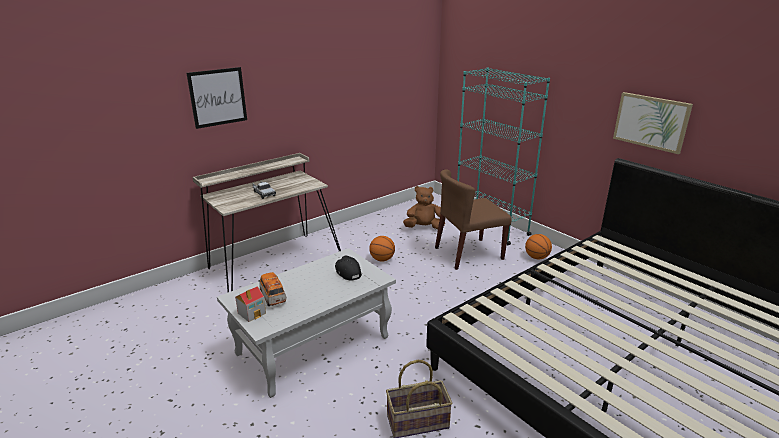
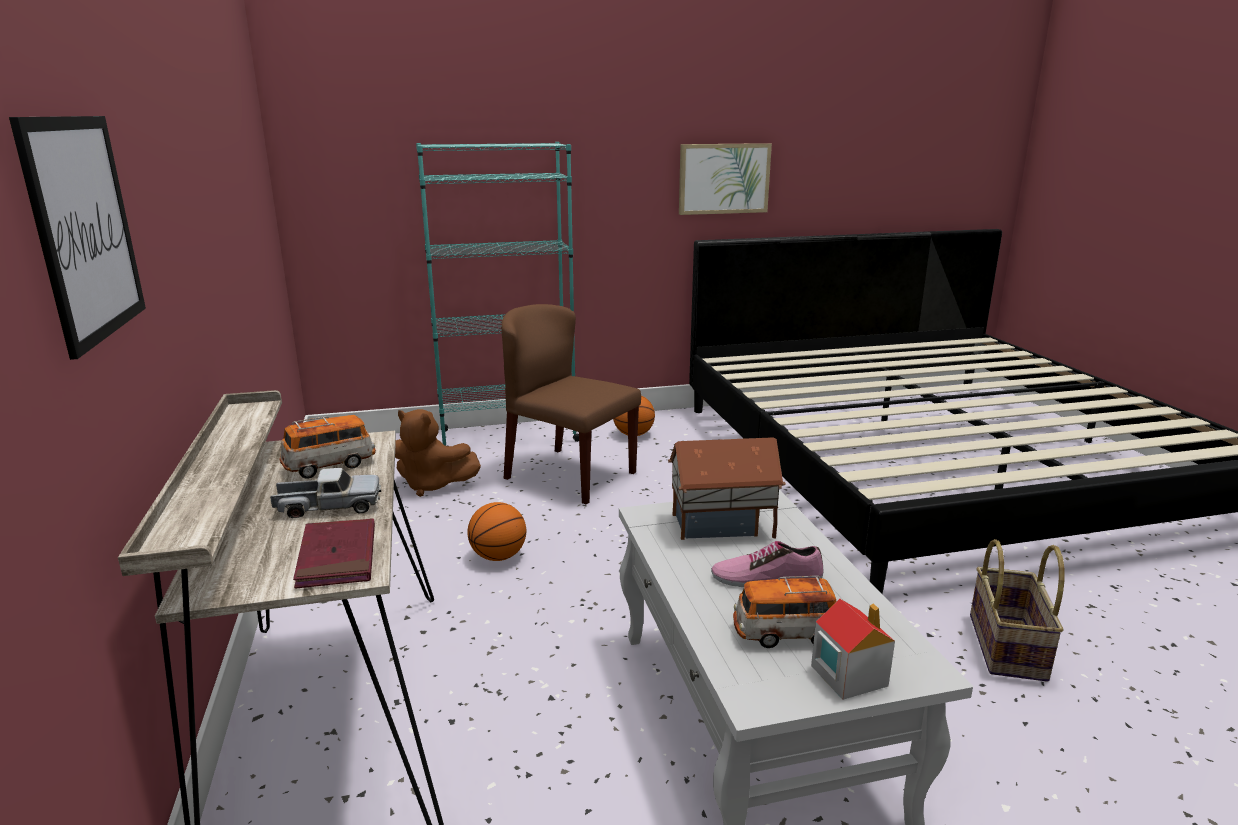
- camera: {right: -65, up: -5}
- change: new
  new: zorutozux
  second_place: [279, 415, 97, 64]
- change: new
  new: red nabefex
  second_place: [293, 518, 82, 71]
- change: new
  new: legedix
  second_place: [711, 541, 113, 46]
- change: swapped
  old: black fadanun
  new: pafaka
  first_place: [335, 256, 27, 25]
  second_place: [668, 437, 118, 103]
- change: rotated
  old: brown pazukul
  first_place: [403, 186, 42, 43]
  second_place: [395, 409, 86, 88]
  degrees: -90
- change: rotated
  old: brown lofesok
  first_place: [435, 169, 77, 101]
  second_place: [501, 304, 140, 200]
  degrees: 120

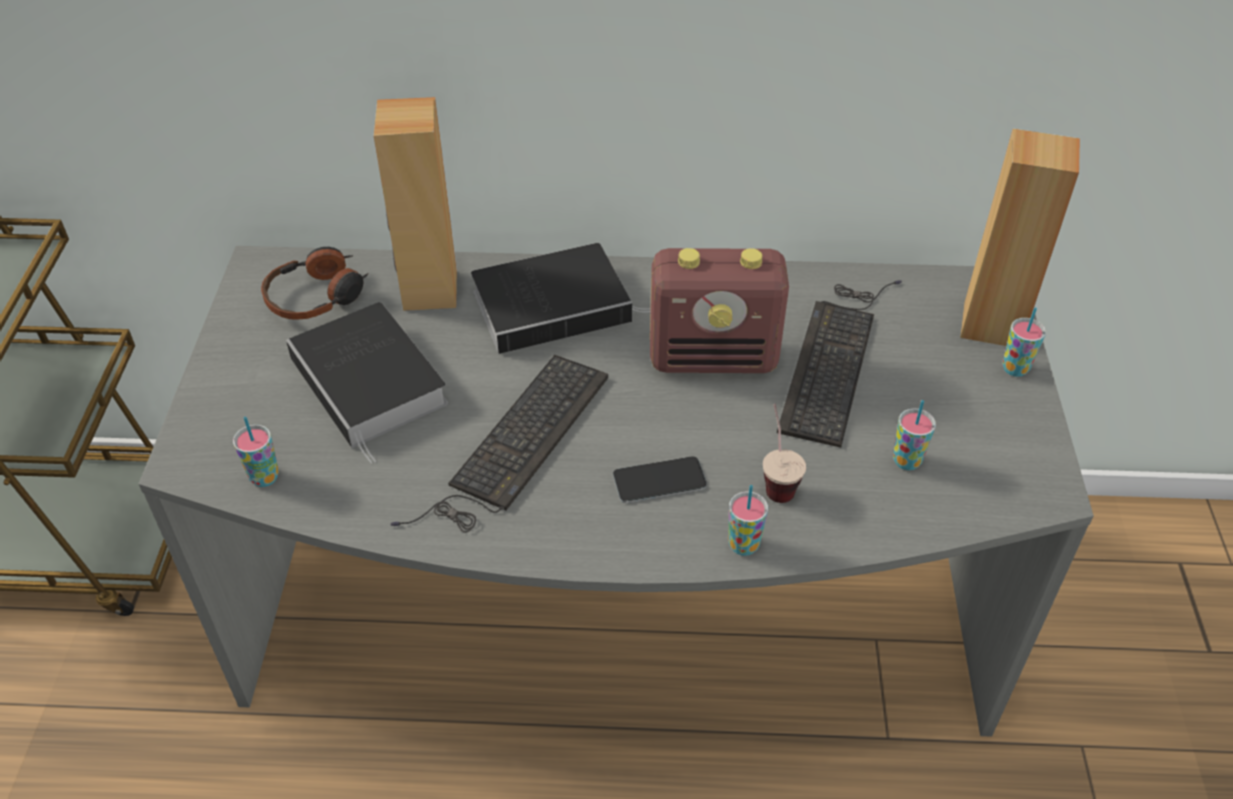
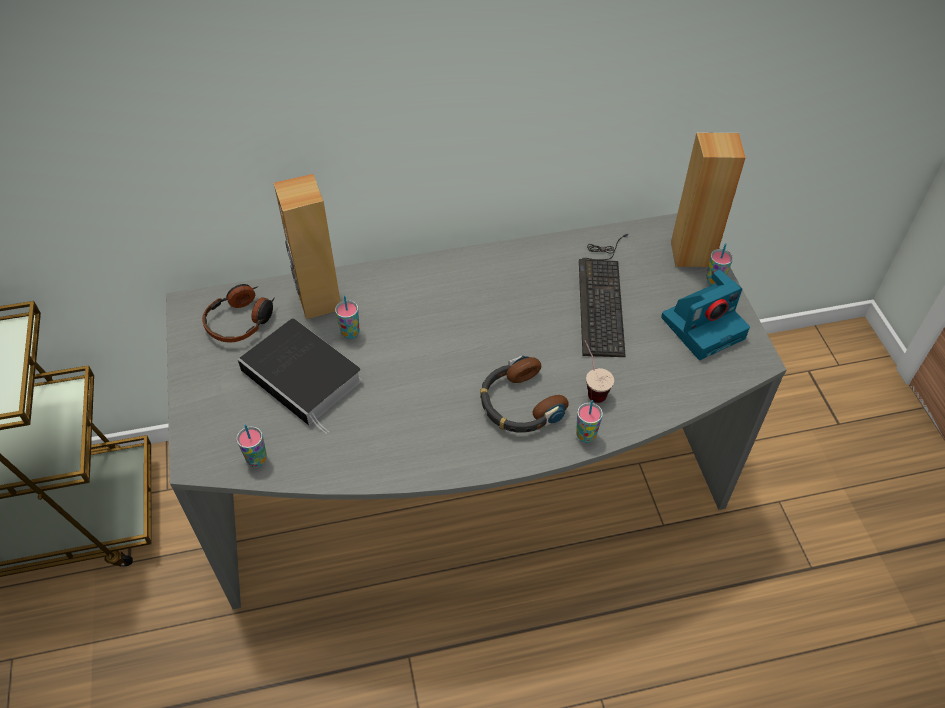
- camera: {right: -15, up: 5}
- change: gone
  old: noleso
  first_place: [391, 355, 217, 178]
- change: gone
  old: nabefex
  first_place: [471, 243, 180, 111]
- change: gone
  old: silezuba
  first_place: [650, 248, 139, 125]
- change: new
  new: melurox
  second_place: [661, 270, 89, 90]
- change: shifted
  old: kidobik
  first_place: [893, 400, 43, 70]
  second_place: [335, 295, 25, 44]
- change: swapped
  old: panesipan
  new: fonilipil
  first_place: [613, 456, 94, 47]
  second_place: [480, 355, 89, 78]

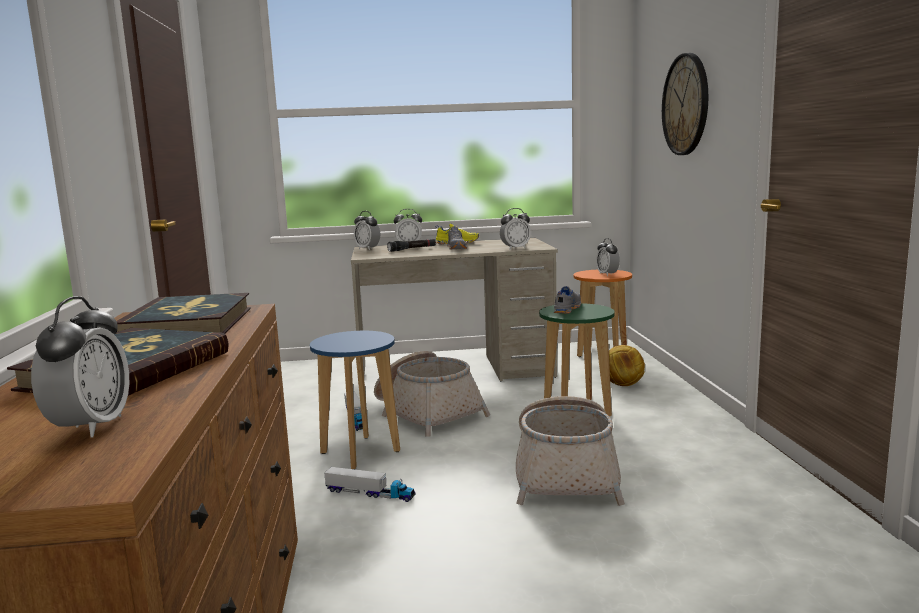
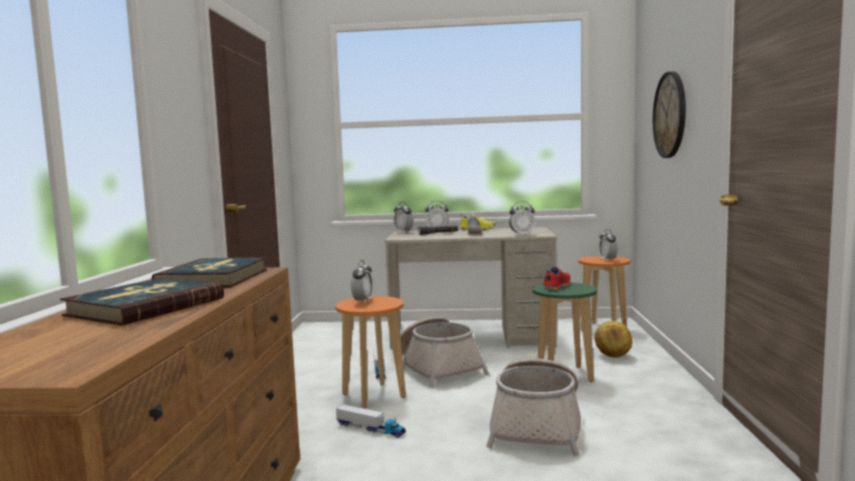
- camera: {right: 10, up: -5}
- change: shifted
  old: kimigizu
  first_place: [31, 296, 98, 142]
  second_place: [351, 260, 22, 44]
- change: repainted
  old: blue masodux
  new: orange masodux
  first_place: [310, 331, 90, 138]
  second_place: [335, 296, 71, 113]
- change: repainted
  old: grey legedix
  new: red legedix
  first_place: [554, 286, 27, 28]
  second_place: [543, 267, 28, 23]

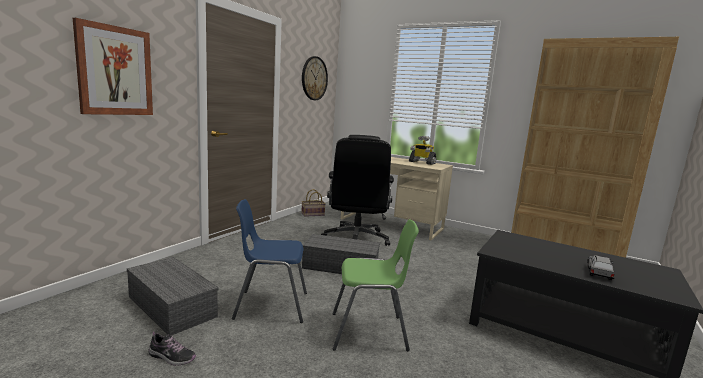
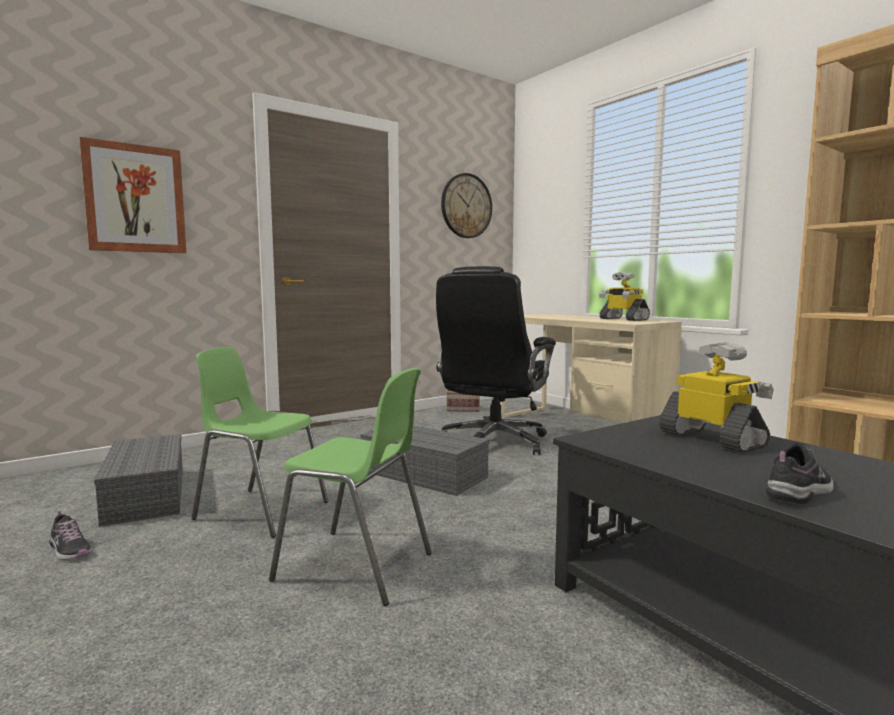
- camera: {right: 25, up: -5}
- change: new
  new: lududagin
  second_place: [659, 342, 115, 111]
- change: swapped
  old: grey zorutozux
  new: legedix
  first_place: [587, 256, 28, 24]
  second_place: [766, 442, 67, 62]
- change: repainted
  old: blue lofesok
  new: green lofesok
  first_place: [232, 199, 75, 124]
  second_place: [191, 347, 138, 191]

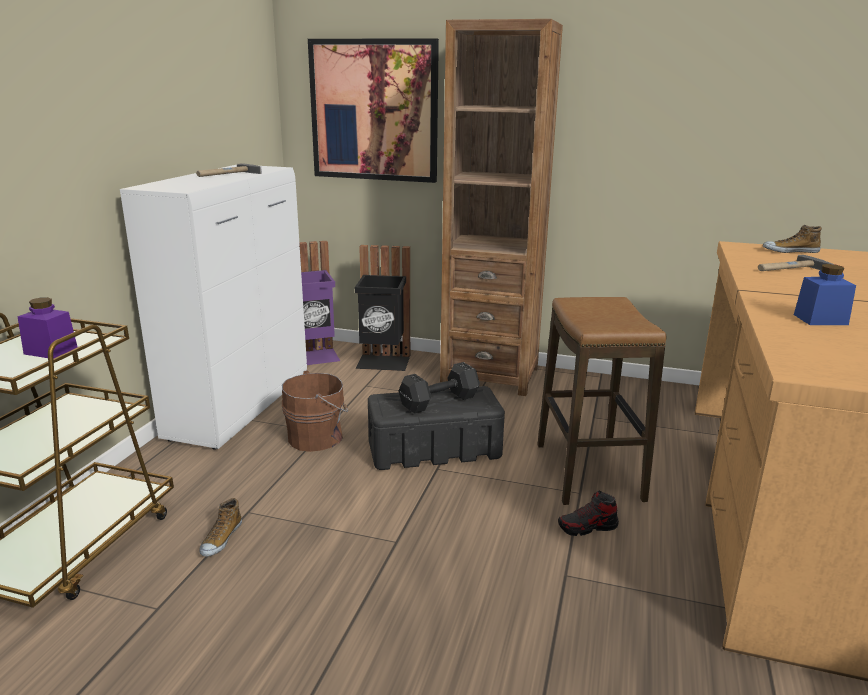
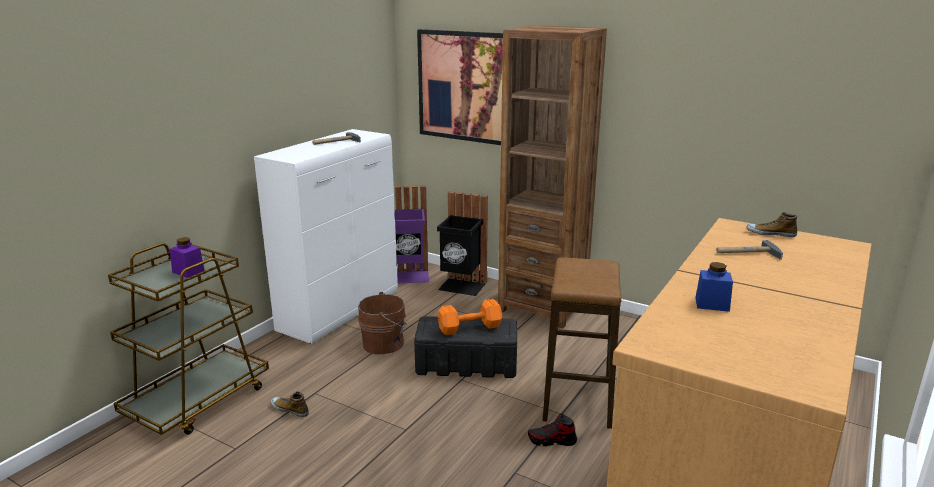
- camera: {right: 15, up: 0}
- change: repainted
  old: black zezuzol
  new: orange zezuzol
  first_place: [398, 362, 82, 51]
  second_place: [438, 299, 64, 36]
- change: rotated
  old: legedix
  first_place: [199, 498, 43, 58]
  second_place: [271, 391, 38, 26]
  degrees: 90

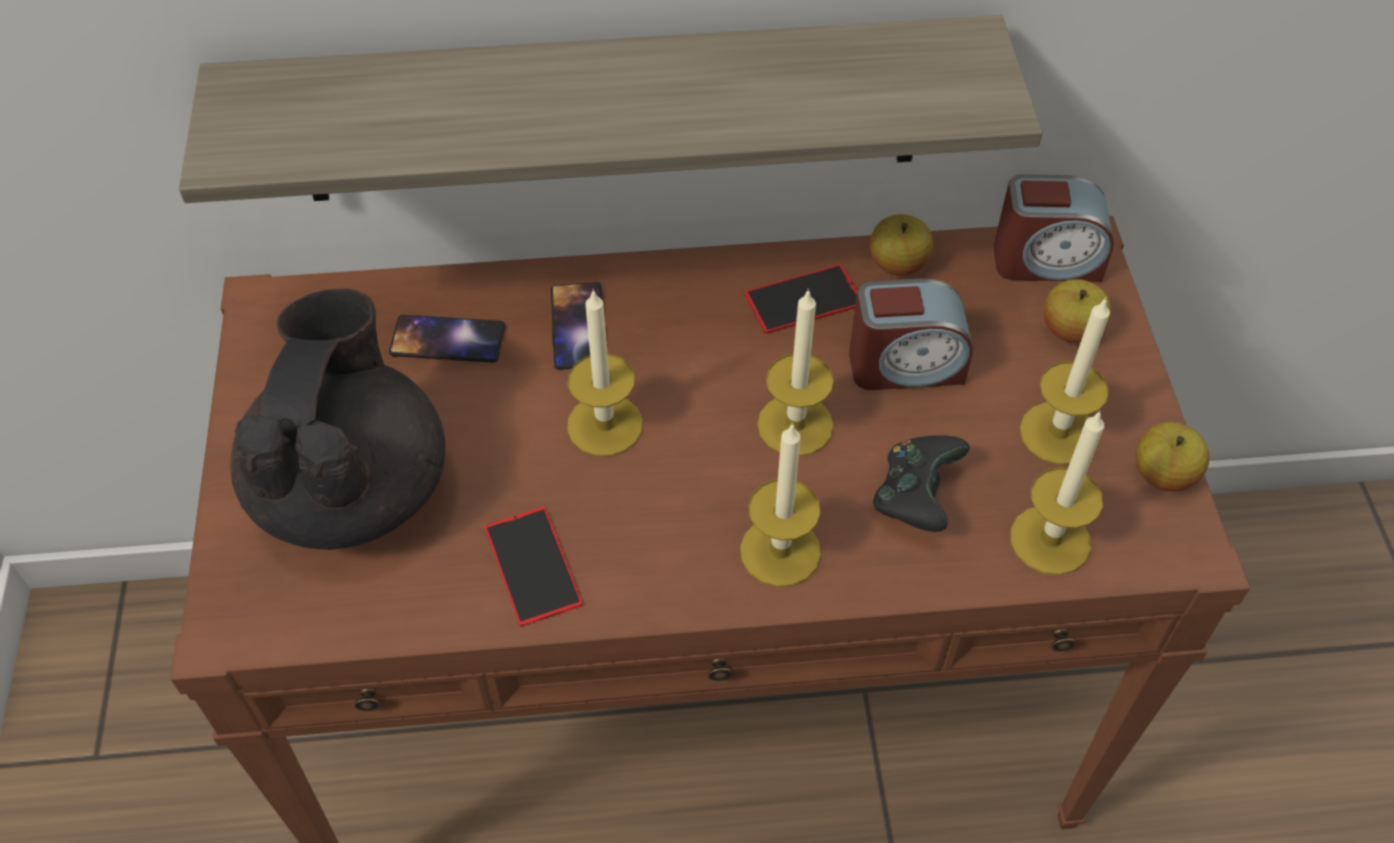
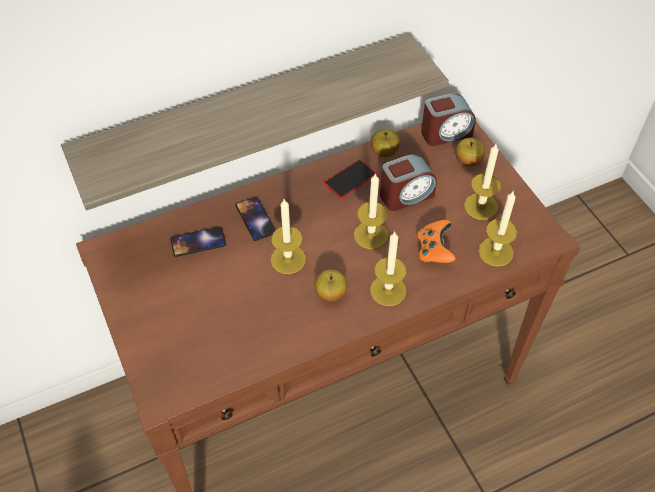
- camera: {right: -20, up: 0}
- change: gone
  old: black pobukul
  first_place: [230, 288, 215, 262]
- change: gone
  old: panesipan
  first_place: [485, 506, 98, 121]
- change: shifted
  old: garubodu
  first_place: [1135, 422, 75, 69]
  second_place: [314, 269, 34, 33]
- change: repainted
  old: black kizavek
  new: orange kizavek
  first_place: [873, 435, 97, 97]
  second_place: [417, 220, 39, 43]

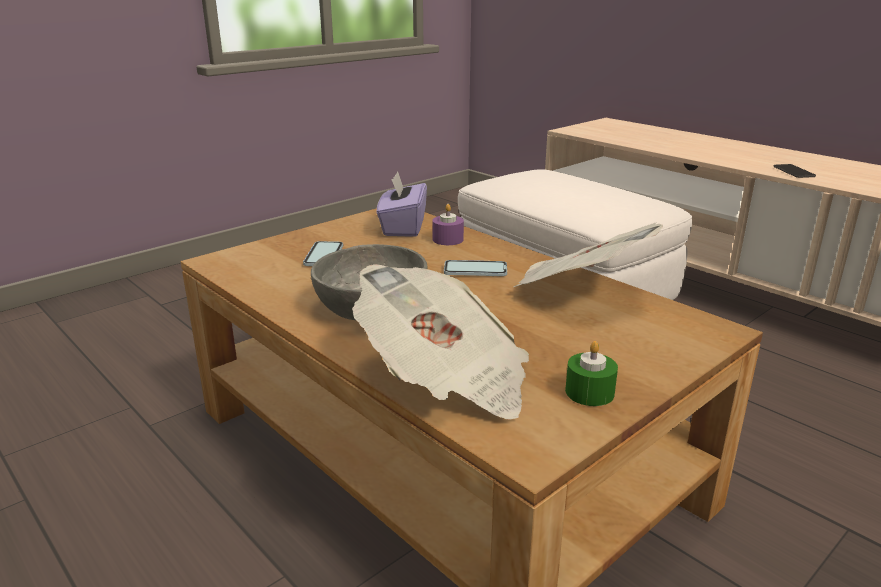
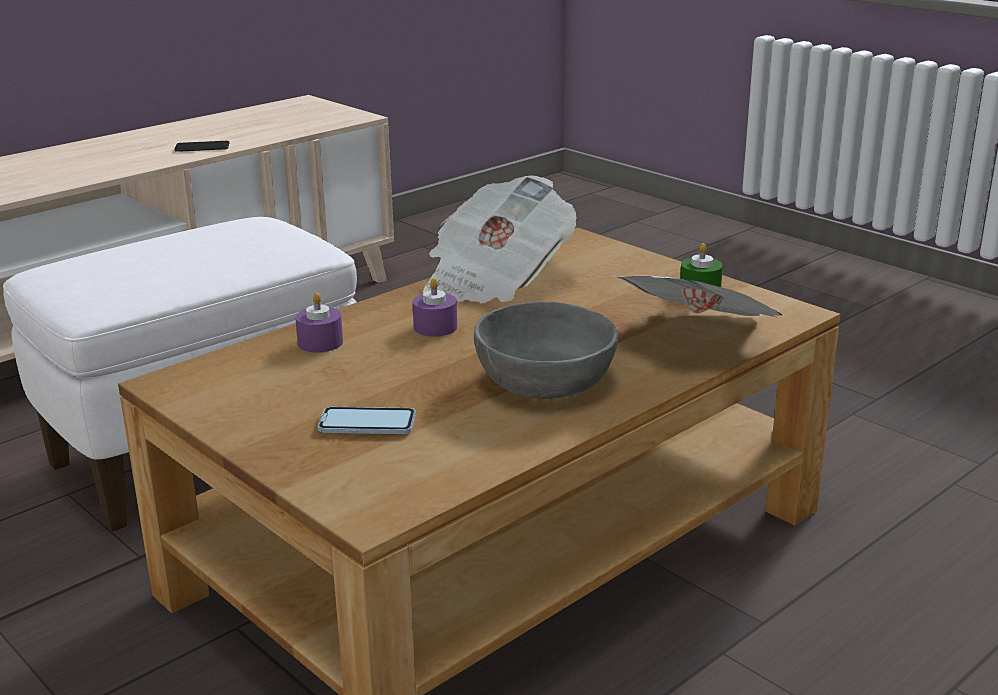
- camera: {right: -90, up: 0}
- change: gone
  old: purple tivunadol
  first_place: [377, 171, 50, 66]
- change: swapped
  old: panesipan
  new: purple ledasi
  first_place: [444, 260, 63, 16]
  second_place: [413, 278, 44, 59]

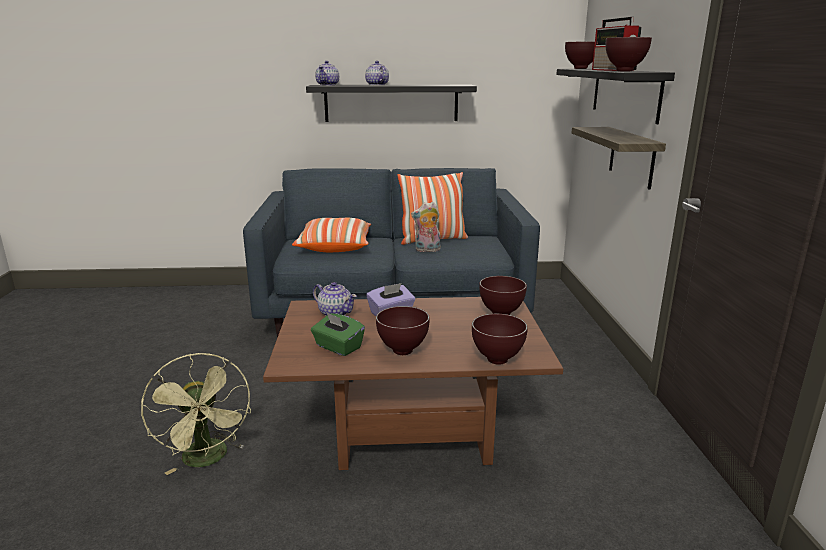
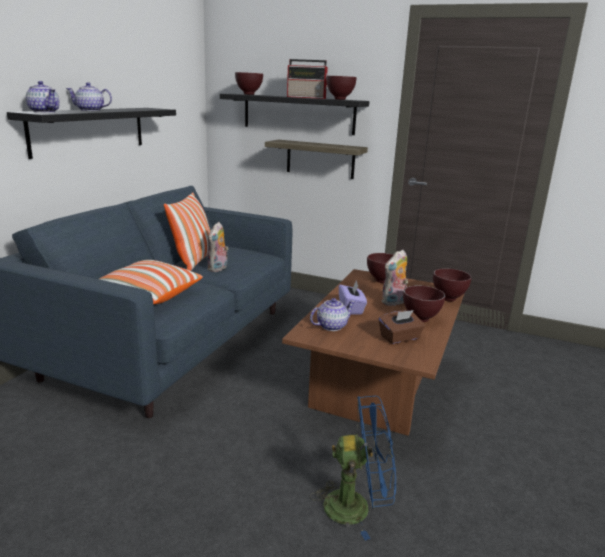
- camera: {right: -65, up: 0}
- change: new
  new: pazukul
  second_place: [382, 249, 26, 57]
- change: repainted
  old: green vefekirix
  new: blue vefekirix
  first_place: [141, 353, 110, 122]
  second_place: [310, 396, 86, 145]
- change: repainted
  old: green tivunadol
  new: brown tivunadol
  first_place: [311, 312, 54, 44]
  second_place: [379, 310, 46, 34]

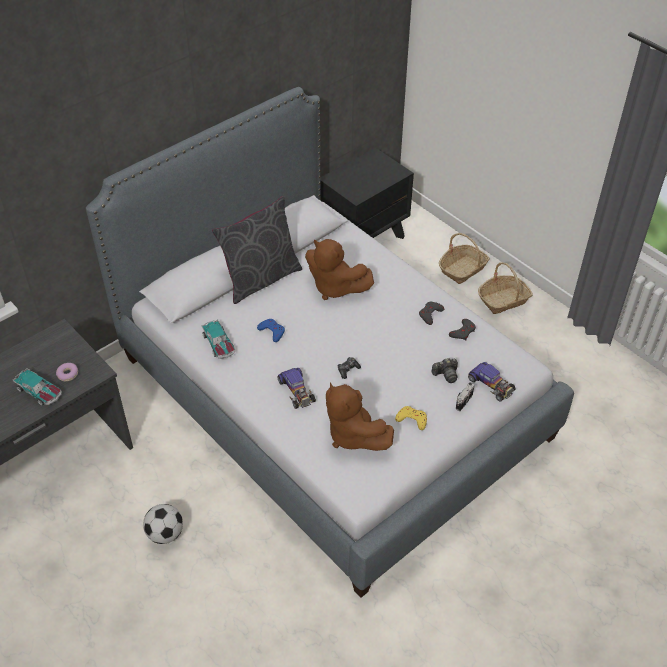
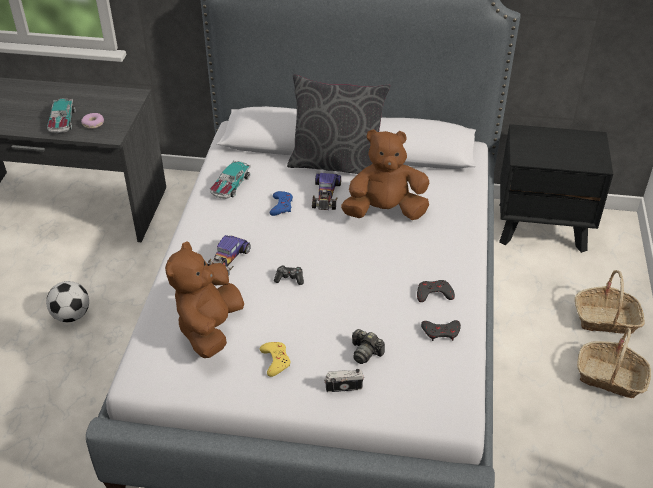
- camera: {right: 50, up: -5}
- change: shifted
  old: zorutozux
  first_place: [468, 362, 48, 40]
  second_place: [312, 173, 29, 37]
- change: rotated
  old: brown pazukul
  first_place: [305, 239, 69, 61]
  second_place: [341, 129, 88, 91]
  degrees: 90

